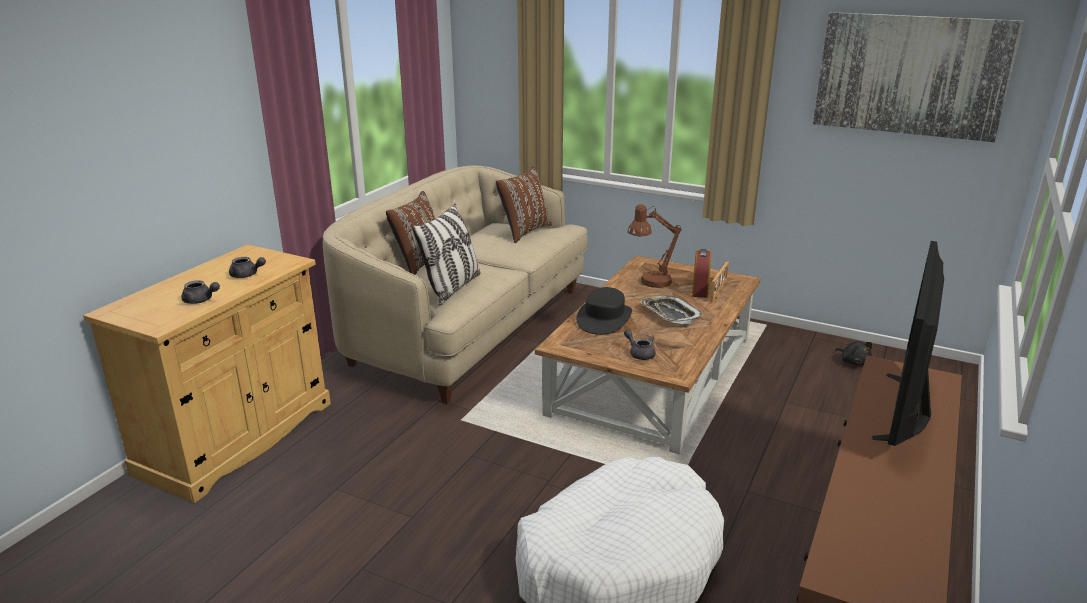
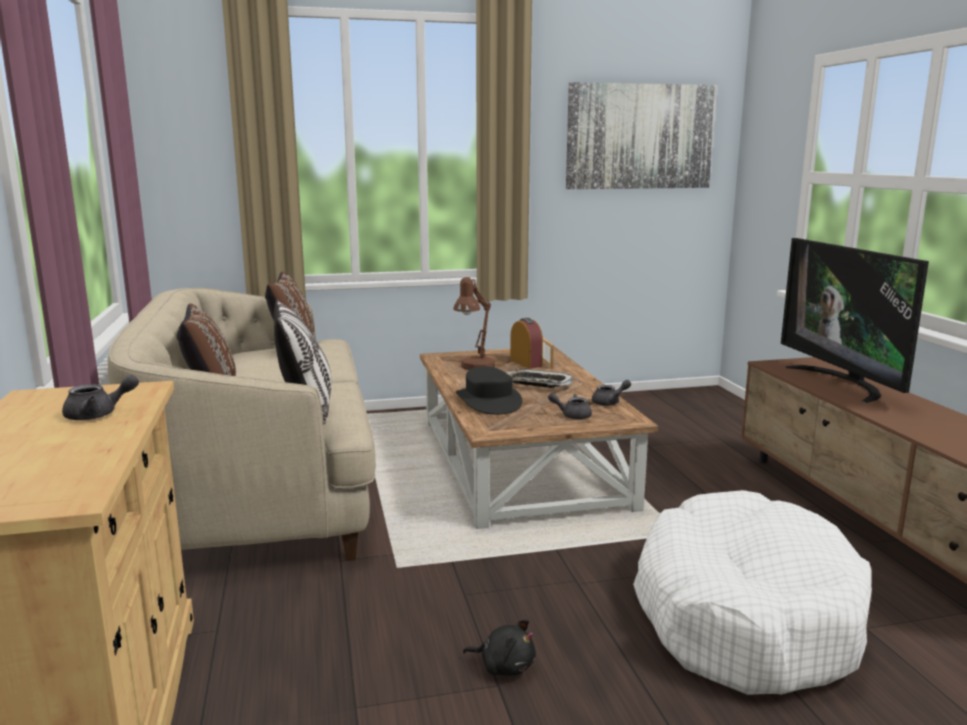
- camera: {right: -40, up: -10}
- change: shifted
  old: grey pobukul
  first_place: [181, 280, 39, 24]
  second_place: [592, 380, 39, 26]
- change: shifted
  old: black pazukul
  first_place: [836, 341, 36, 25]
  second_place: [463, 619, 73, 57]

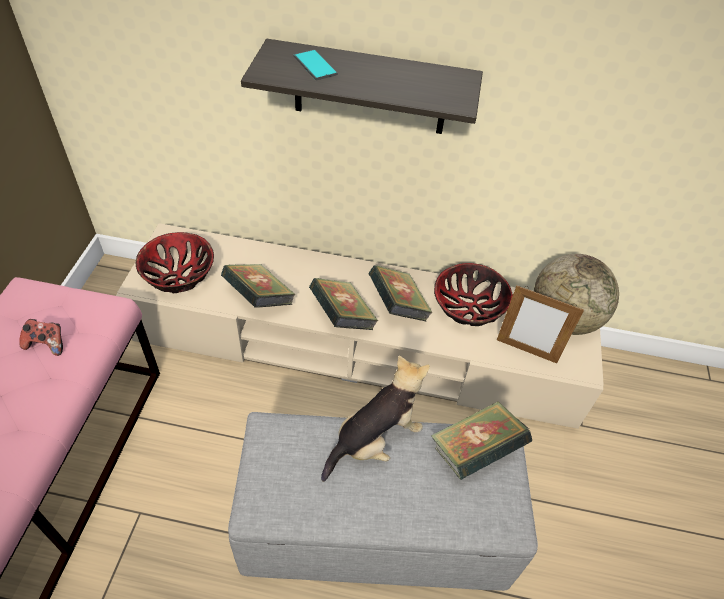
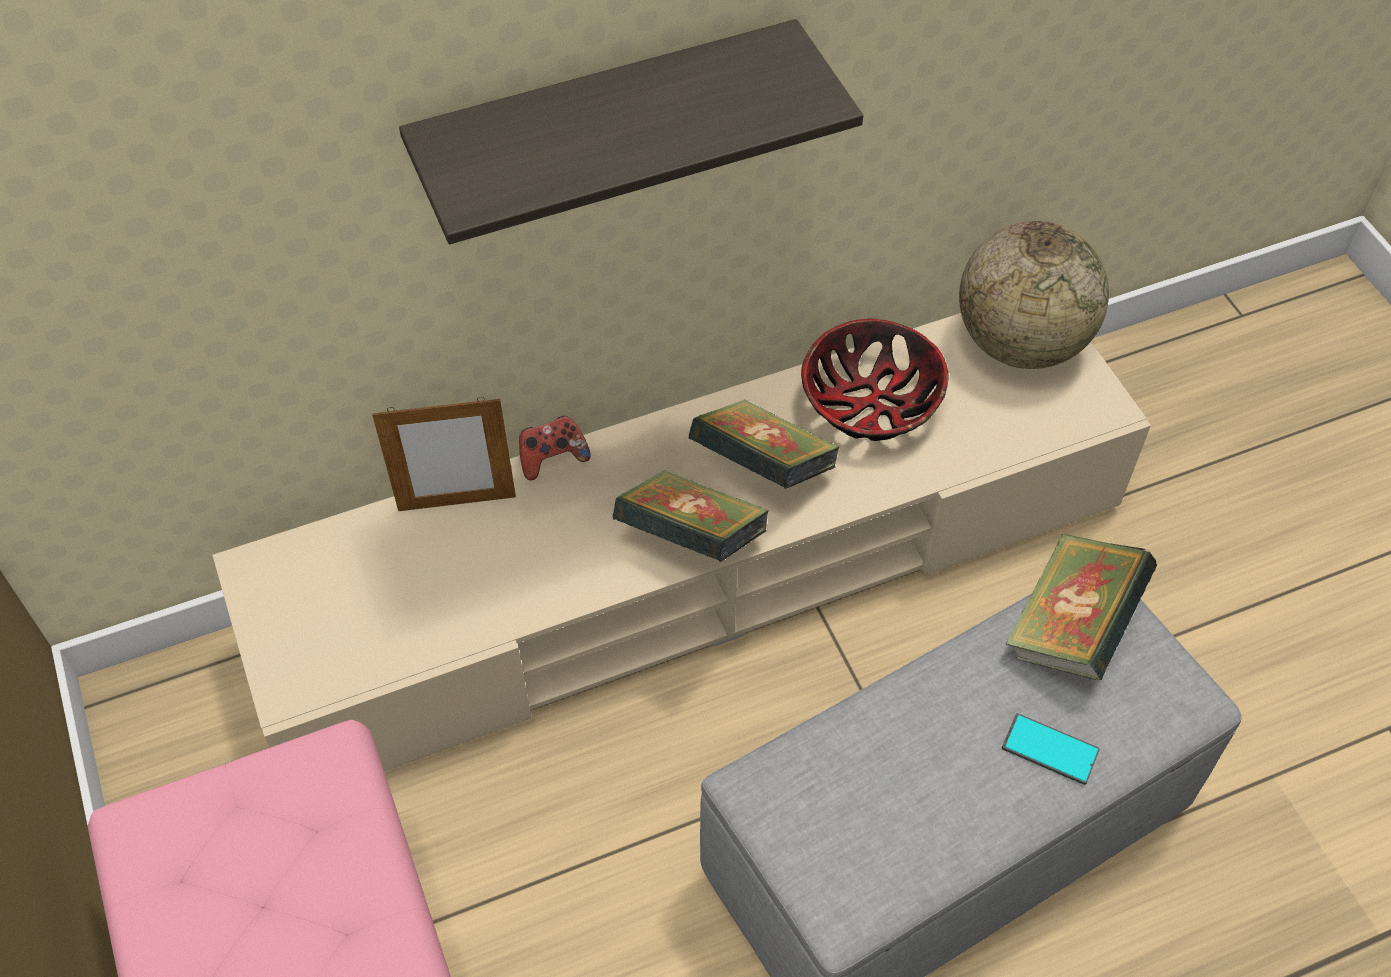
- camera: {right: -30, up: 5}
- change: gone
  old: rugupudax
  first_place: [136, 232, 78, 61]
- change: gone
  old: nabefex
  first_place: [221, 264, 74, 44]
- change: gone
  old: pazukul
  first_place: [321, 356, 109, 126]
- change: shifted
  old: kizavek
  first_place: [19, 319, 44, 37]
  second_place: [519, 416, 72, 64]
- change: shifted
  old: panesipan
  first_place: [294, 49, 44, 31]
  second_place: [1002, 713, 98, 72]
- change: shifted
  old: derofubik
  first_place: [497, 285, 87, 78]
  second_place: [372, 397, 144, 114]

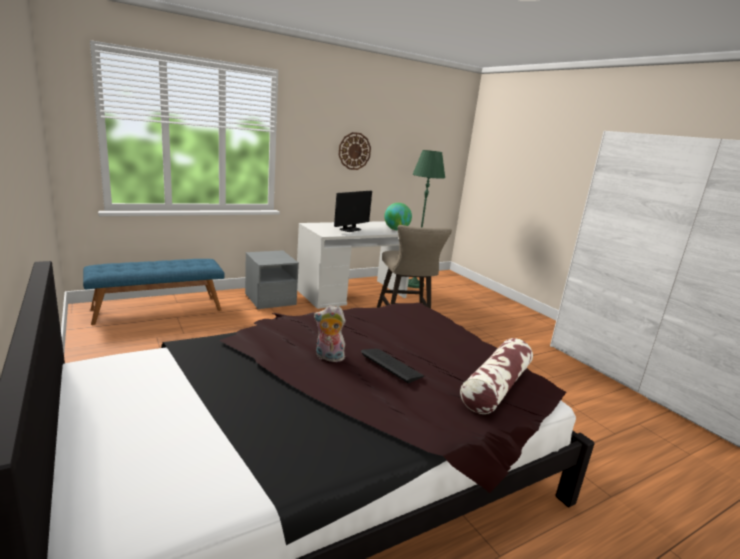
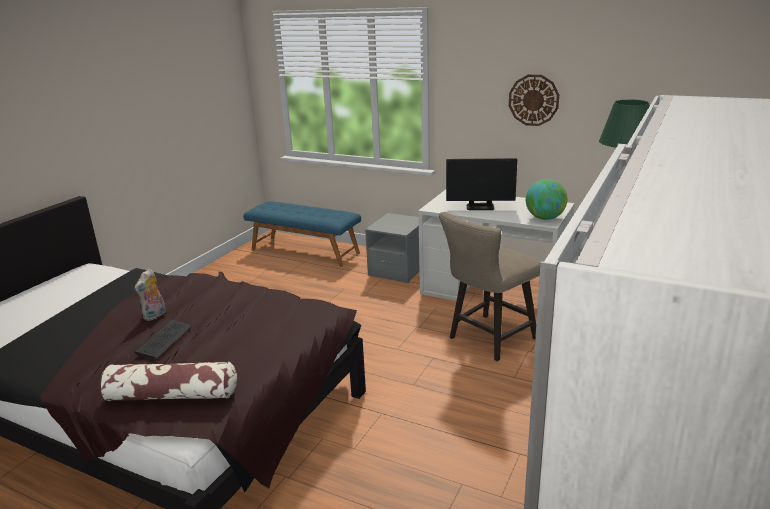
- camera: {right: 60, up: 5}
- change: rotated
  old: pazukul
  first_place: [314, 305, 32, 57]
  second_place: [135, 269, 31, 52]
  degrees: -135

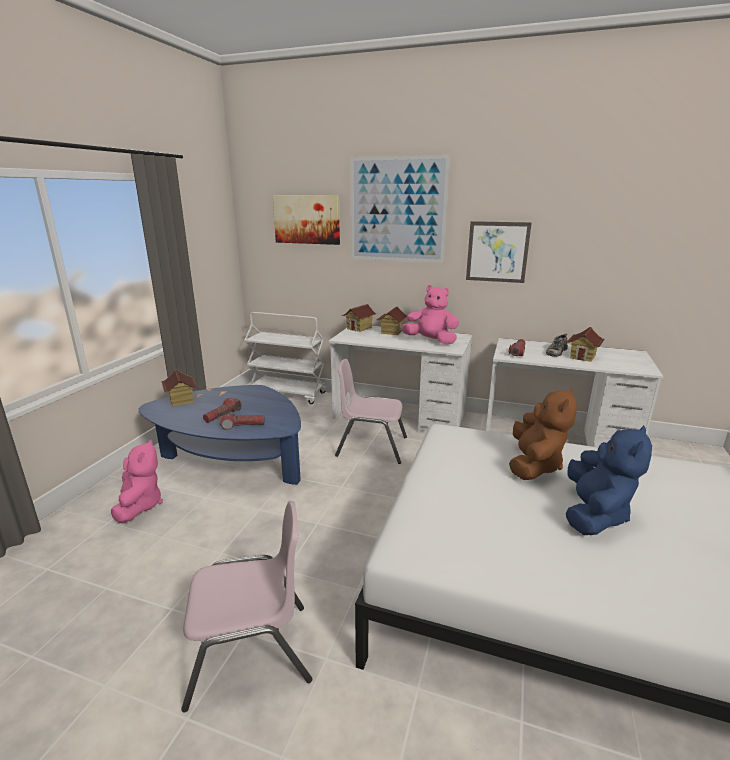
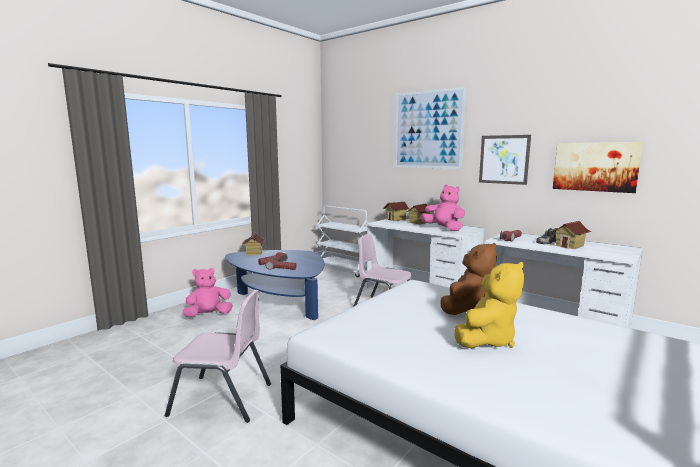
- camera: {right: 20, up: -10}
- change: shifted
  old: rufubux
  first_place: [273, 195, 67, 50]
  second_place: [553, 142, 90, 51]
- change: repainted
  old: blue pazukul
  new: yellow pazukul
  first_place: [566, 425, 86, 110]
  second_place: [454, 262, 71, 86]
- change: rotated
  old: pink pazukul
  first_place: [111, 440, 52, 83]
  second_place: [182, 268, 51, 49]
  degrees: -135

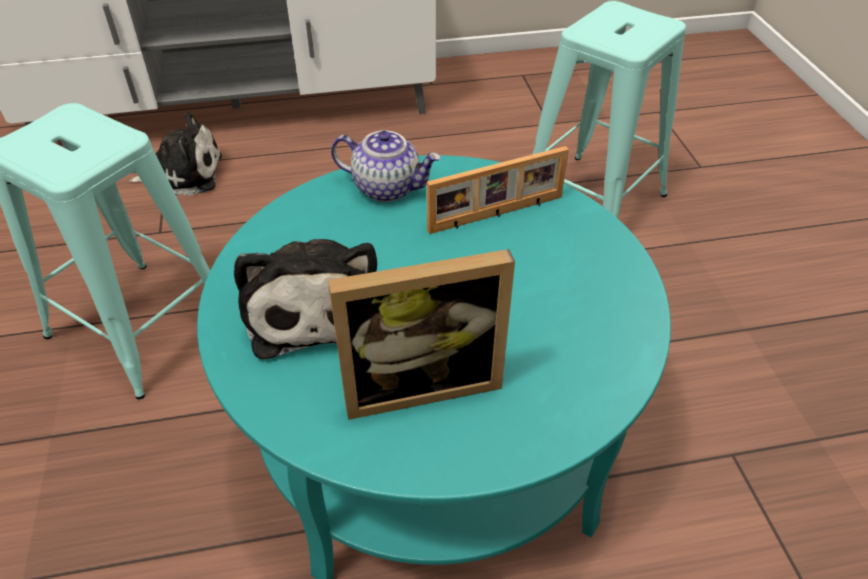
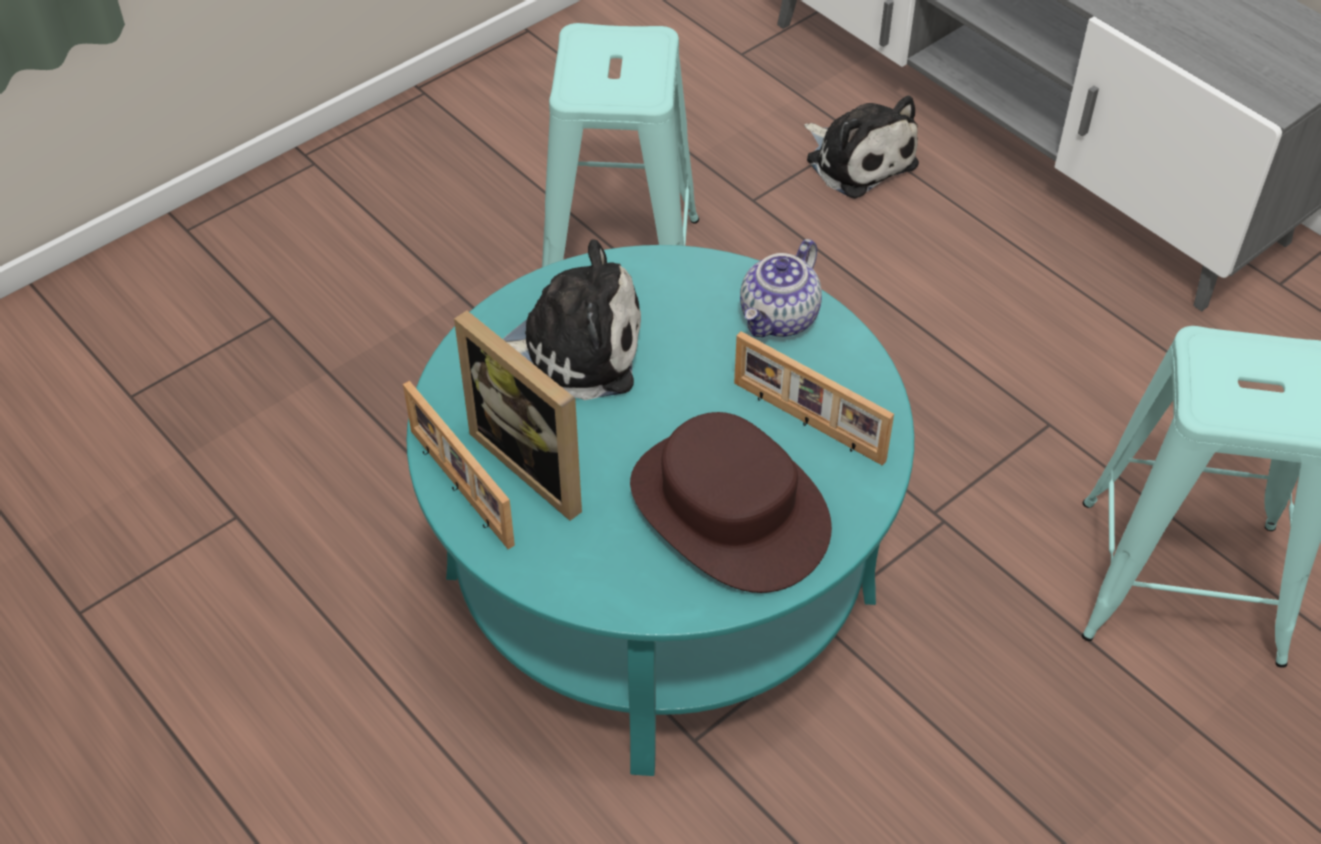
- camera: {right: 60, up: 5}
- change: new
  new: derofubik
  second_place: [403, 381, 112, 168]
- change: new
  new: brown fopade
  second_place: [630, 412, 202, 181]
- change: rotated
  old: pazukul
  first_place: [234, 239, 143, 120]
  second_place: [503, 239, 138, 161]
  degrees: -135
- change: rotated
  old: pobukul
  first_place: [331, 130, 110, 72]
  second_place: [740, 239, 82, 98]
  degrees: 45

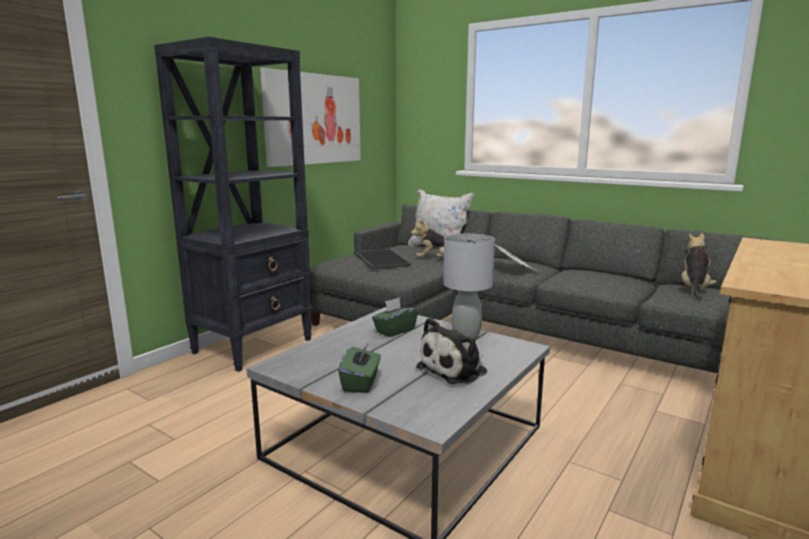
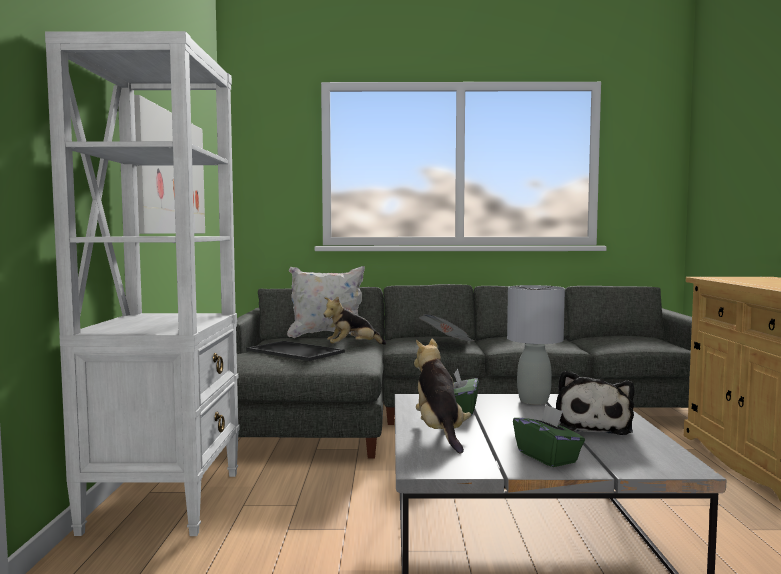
- camera: {right: -35, up: -10}
- change: shifted
  old: pazukul
  first_place: [682, 233, 35, 68]
  second_place: [414, 339, 57, 115]
- change: repainted
  old: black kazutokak
  new: white kazutokak
  first_place: [154, 37, 158, 335]
  second_place: [45, 31, 195, 505]

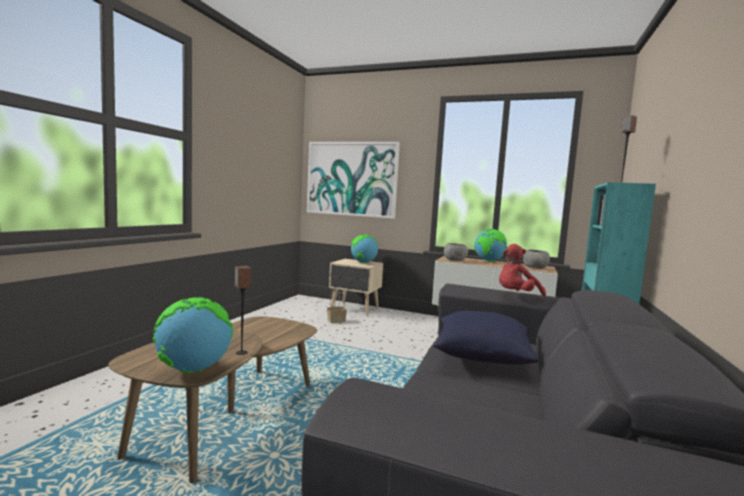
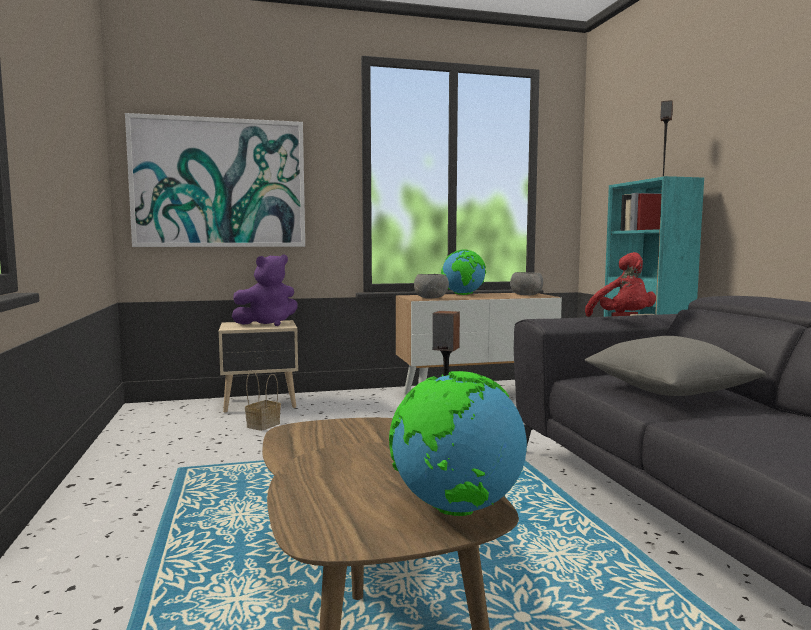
- camera: {right: -35, up: 0}
- change: swapped
  old: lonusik
  new: purple pazukul
  first_place: [351, 234, 27, 29]
  second_place: [232, 254, 65, 72]
- change: repainted
  old: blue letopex
  new: grey letopex
  first_place: [433, 311, 106, 54]
  second_place: [585, 336, 181, 60]
- change: rotated
  old: red pazukul
  first_place: [499, 244, 47, 52]
  second_place: [585, 252, 71, 65]
  degrees: -45

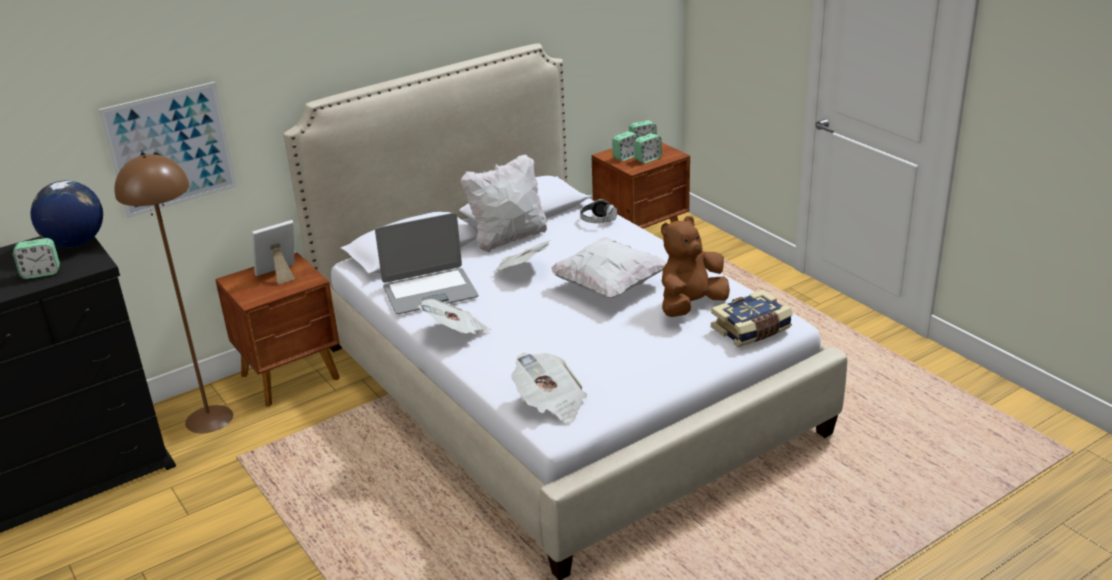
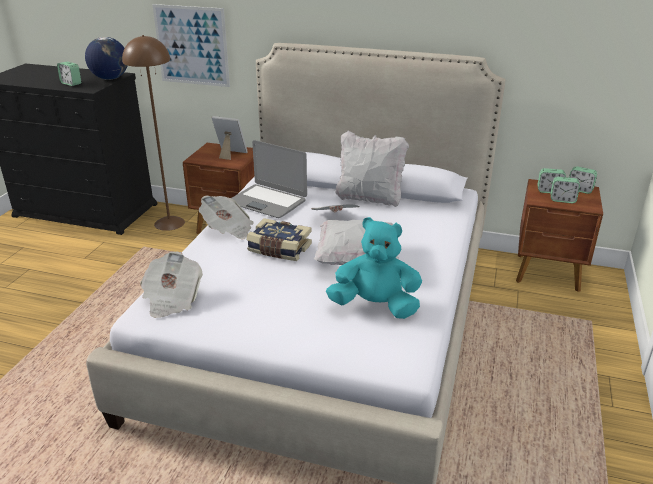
- camera: {right: 50, up: 0}
- change: gone
  old: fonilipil
  first_place: [580, 199, 37, 24]
- change: shifted
  old: nabefex
  first_place: [711, 290, 82, 57]
  second_place: [246, 218, 66, 43]
- change: repainted
  old: brown pazukul
  new: turquoise pazukul
  first_place: [661, 216, 69, 101]
  second_place: [326, 217, 96, 102]

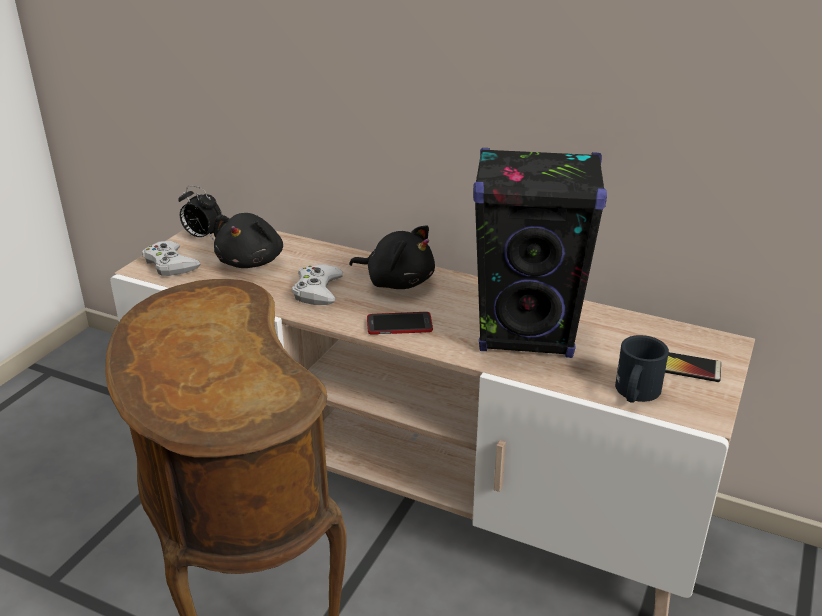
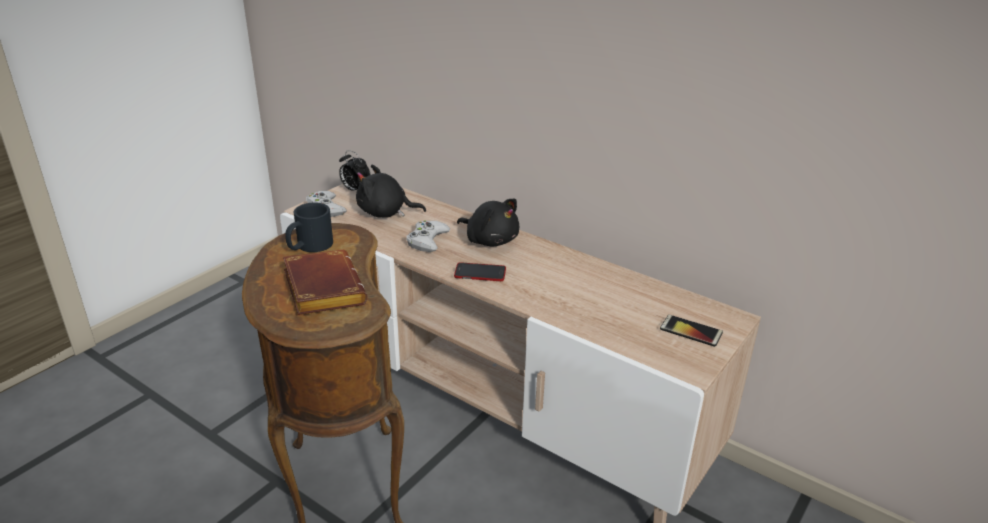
- camera: {right: 10, up: 0}
- change: gone
  old: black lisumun
  first_place: [473, 148, 134, 210]
- change: new
  new: brown nabefex
  second_place: [283, 250, 84, 65]
- change: shifted
  old: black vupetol
  first_place: [615, 335, 54, 68]
  second_place: [285, 202, 48, 50]
- change: rotated
  old: black pazukul
  first_place: [213, 213, 70, 55]
  second_place: [356, 165, 70, 53]
  degrees: 75

